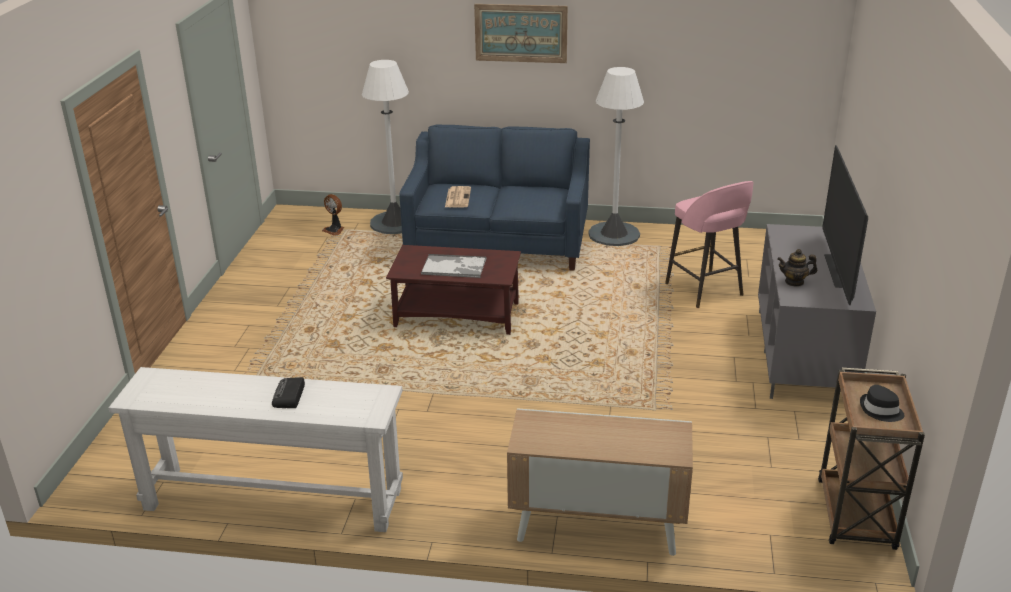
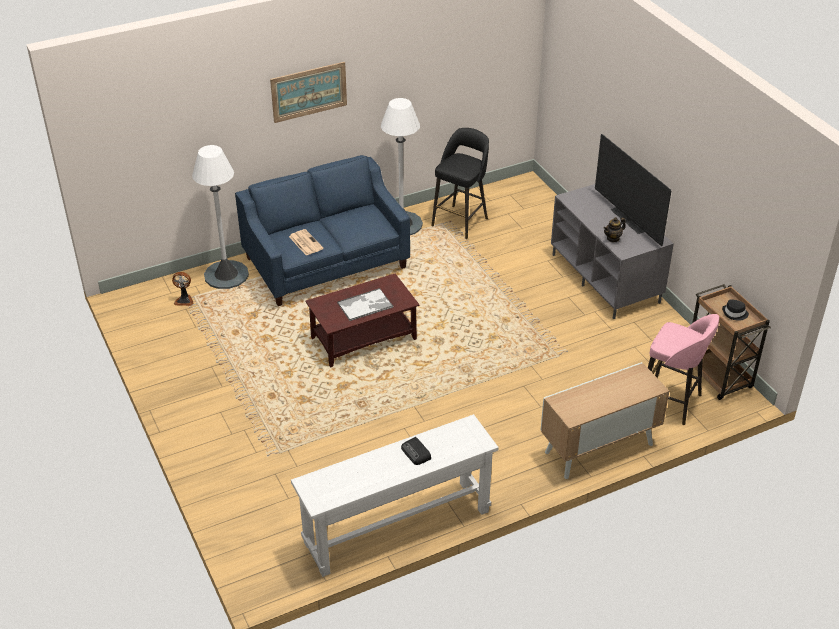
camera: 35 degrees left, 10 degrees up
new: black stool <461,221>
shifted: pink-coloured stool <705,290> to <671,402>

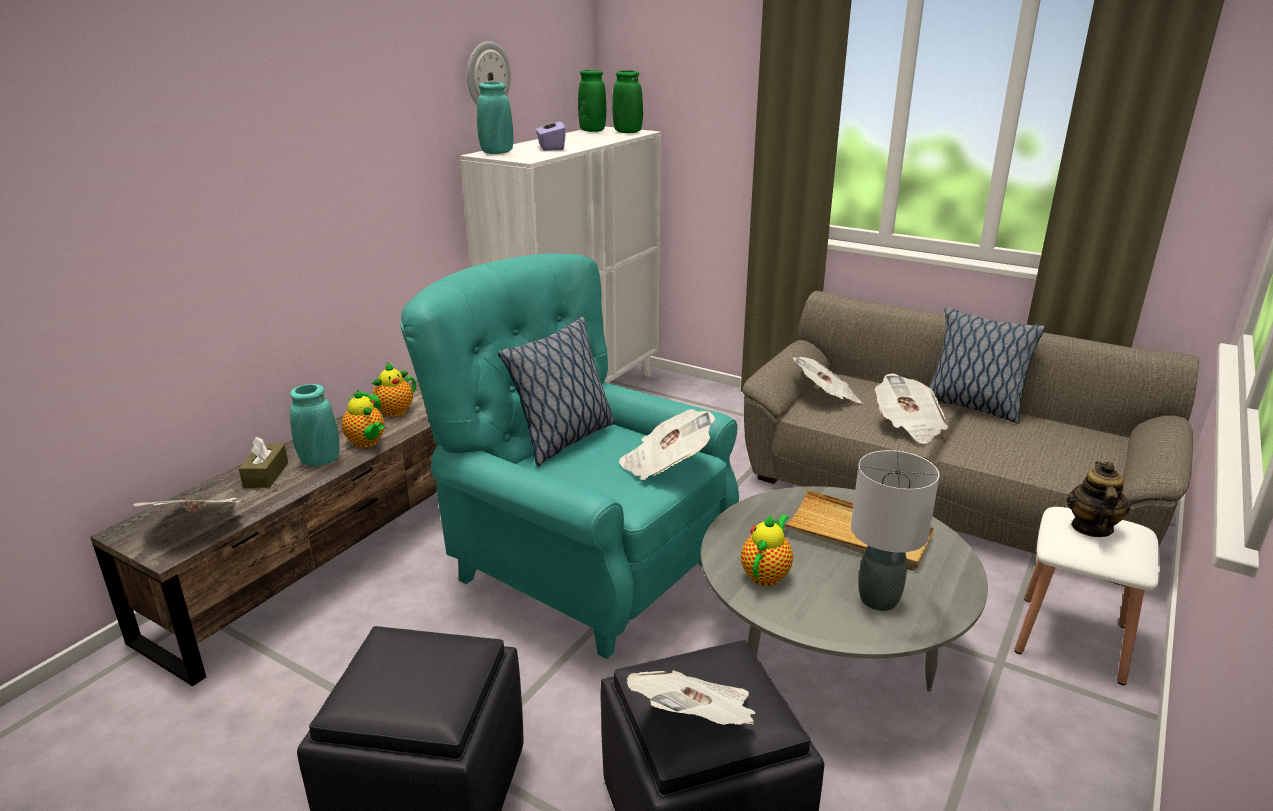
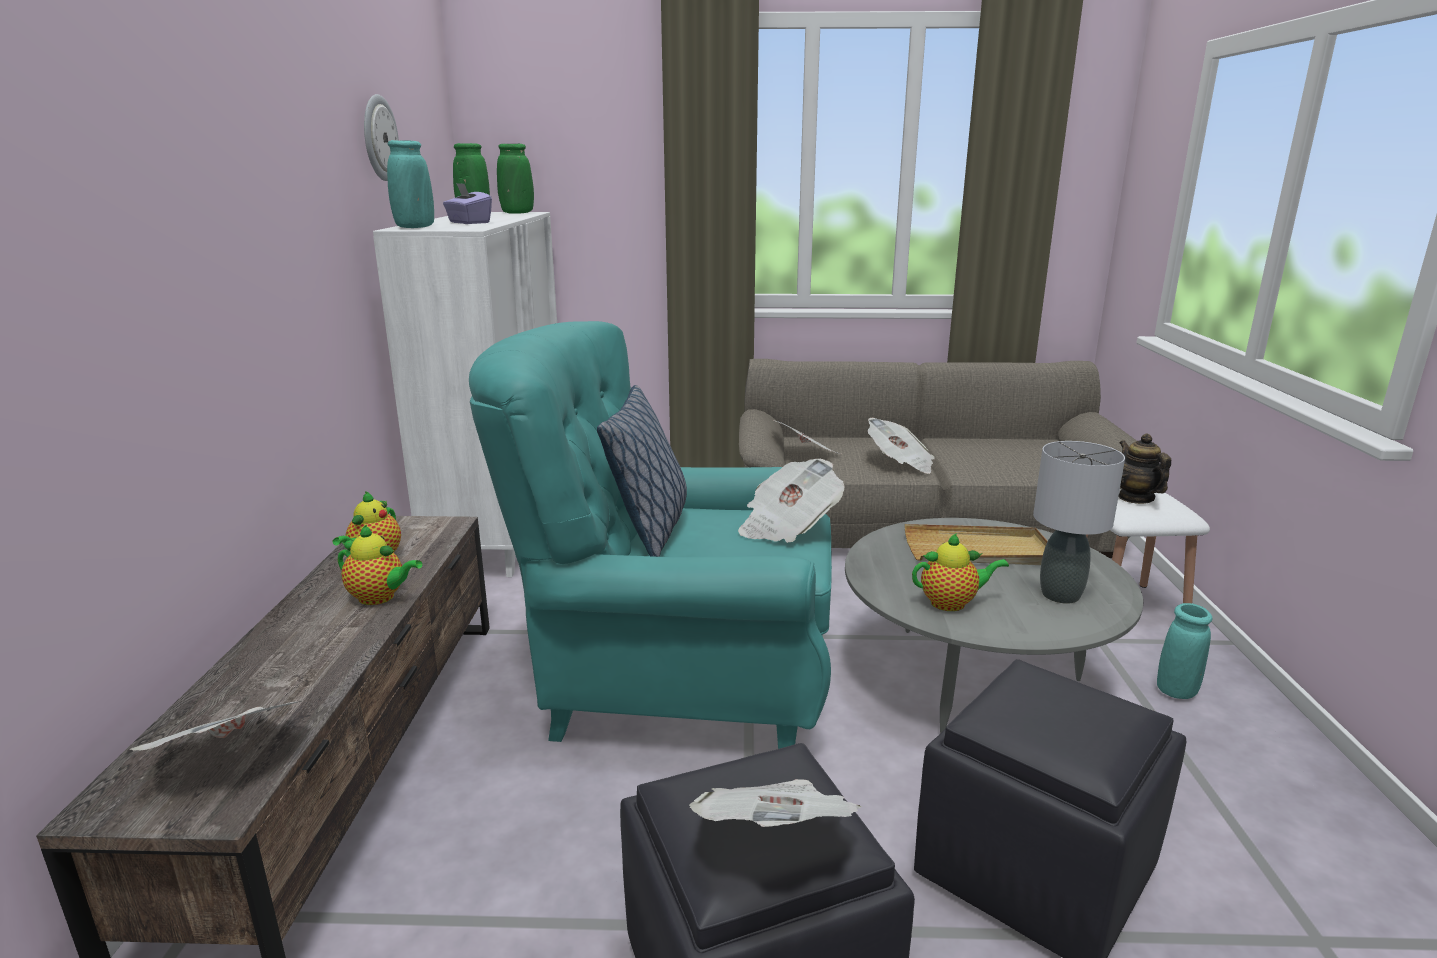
camera: 30 degrees left, 5 degrees down
gone: brown-coloured tissue holder <266,475>; throw pillow <972,406>
shifted: turquoise-coloured decorative vase <320,461> to <1176,691>; daily paper <696,722> to <775,837>
rotated: teapot <766,574> = <952,603> 90 degrees clockwise

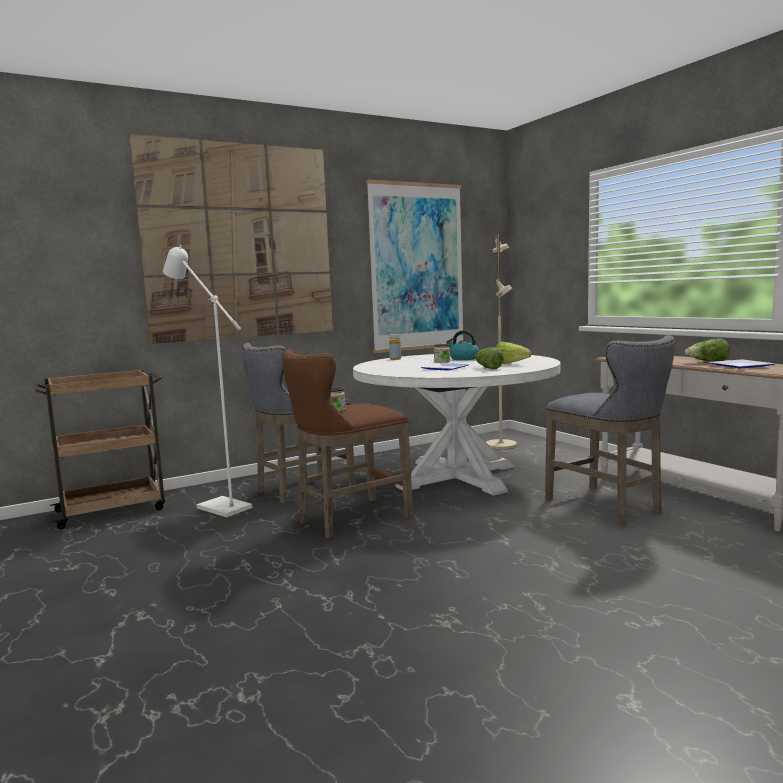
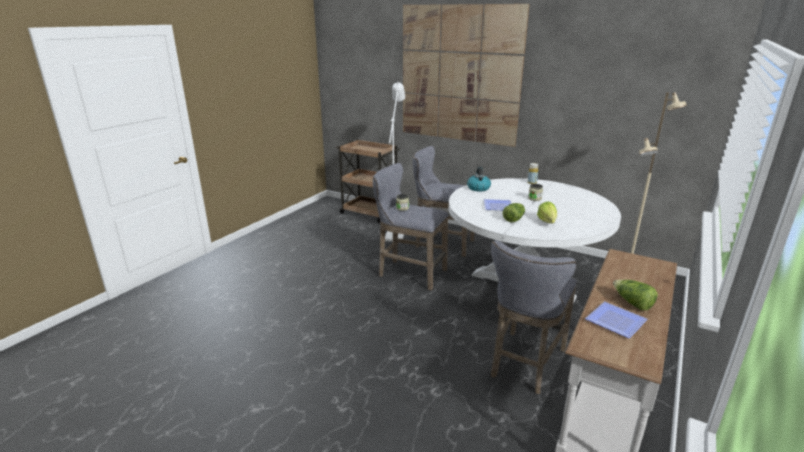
camera: 60 degrees right, 15 degrees up
gone: picture <417,267>
shifted: kettle <463,359> to <478,188>
repainted: brown-coloured stool <348,520> to greyish stool <408,273>

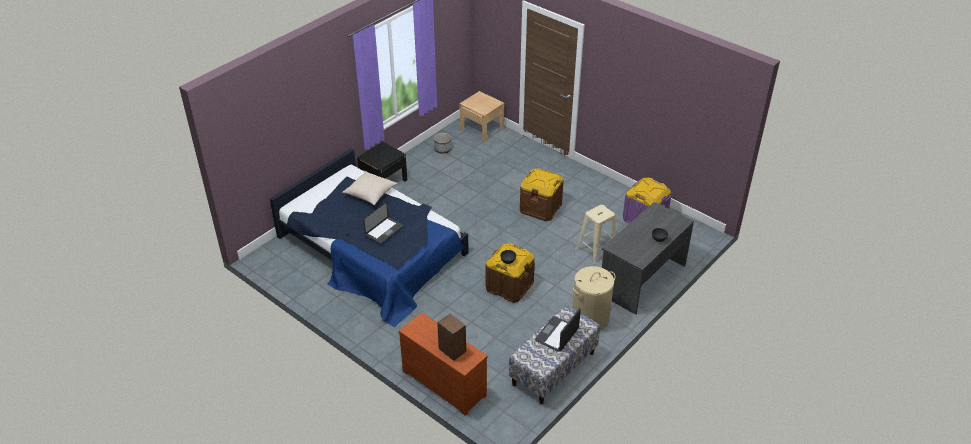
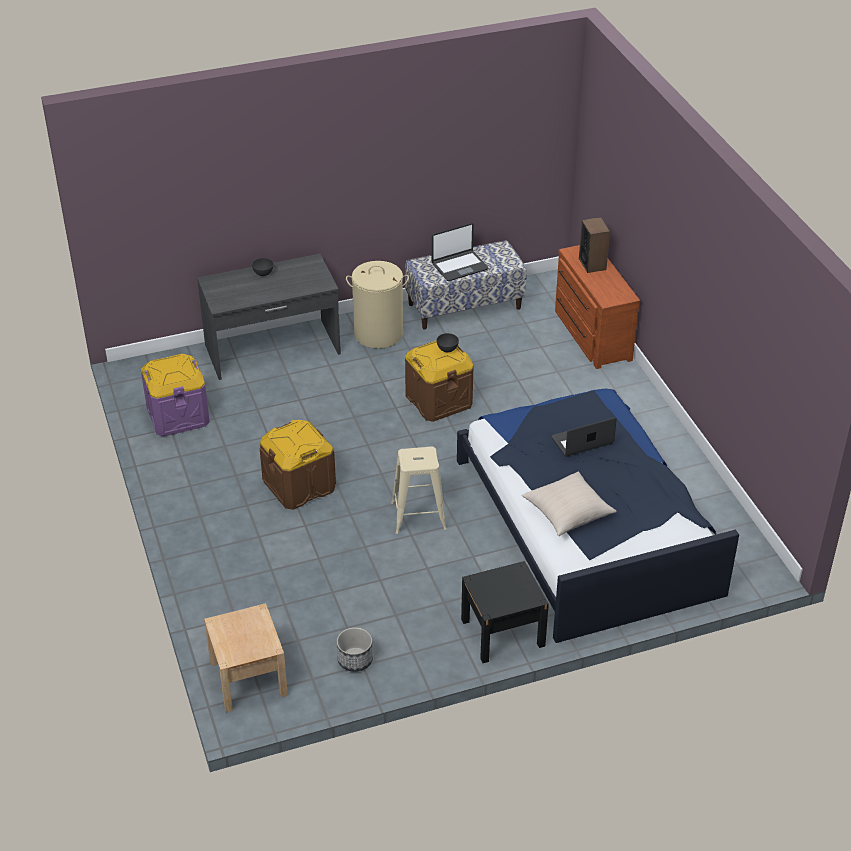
camera: 150 degrees left, 0 degrees up
shifted: beige-coloured stool <596,250> to <419,516>

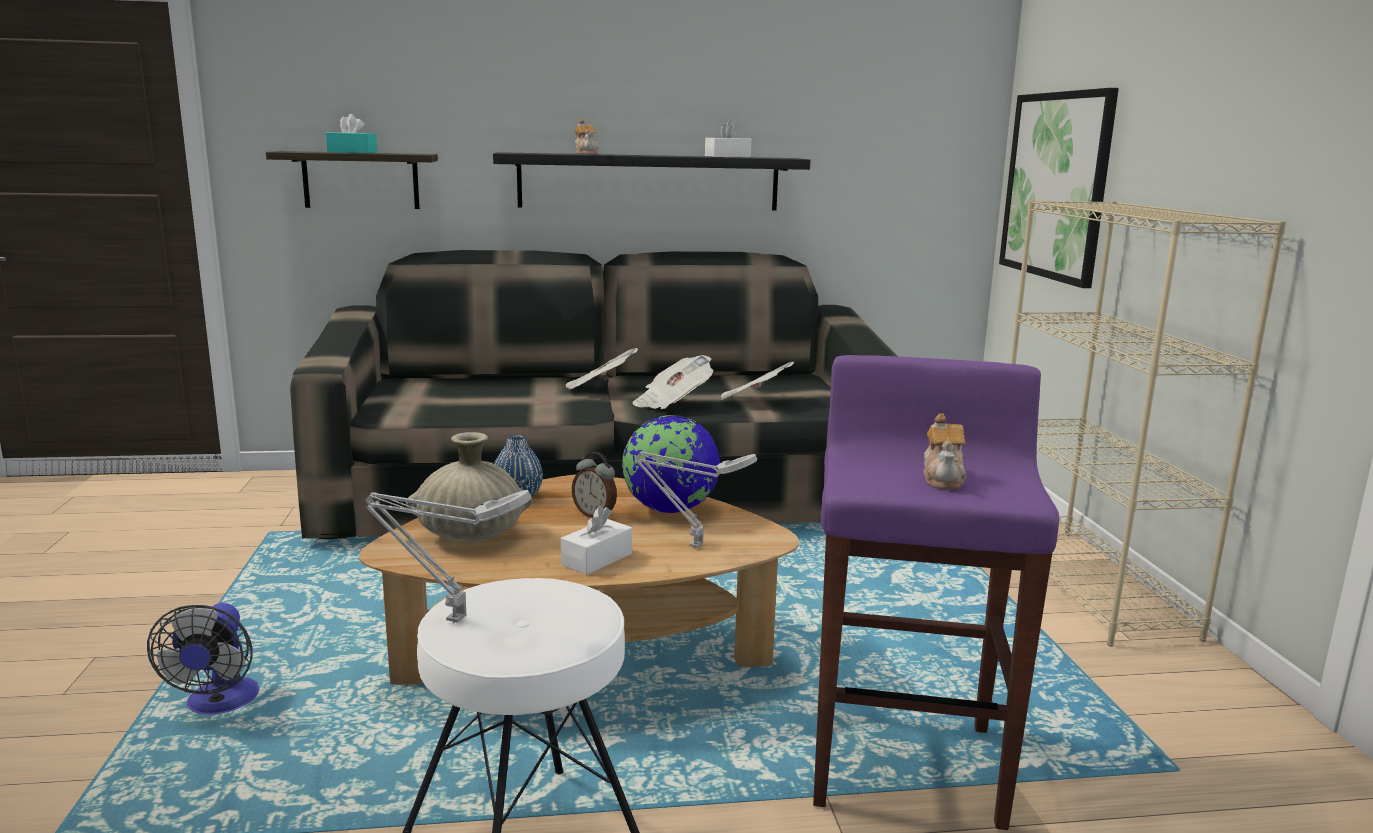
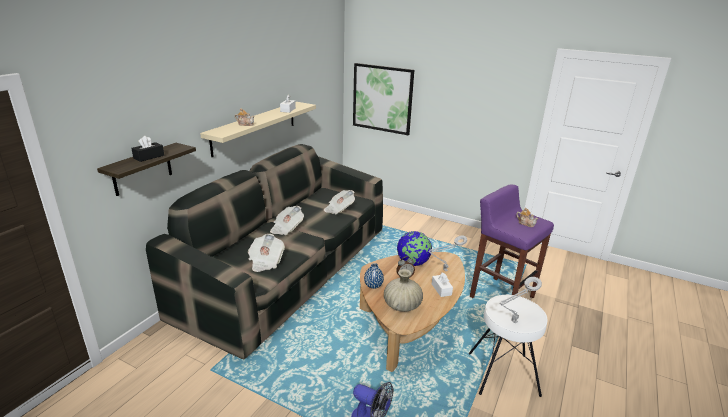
camera: 55 degrees left, 10 degrees up
gone: beige-coloured bookcase <1087,584>
shifted: daily paper <672,403> to <265,262>
repainted: turquoise-coloured tissue holder <352,152> to black tissue holder <149,157>; black shelf <649,182> to beige-coloured shelf <255,127>

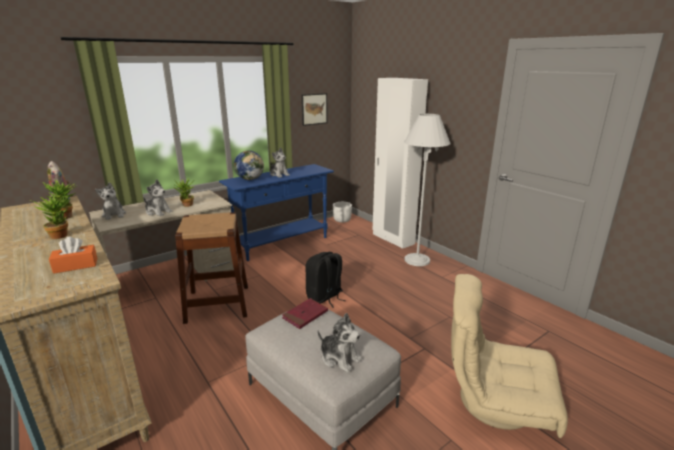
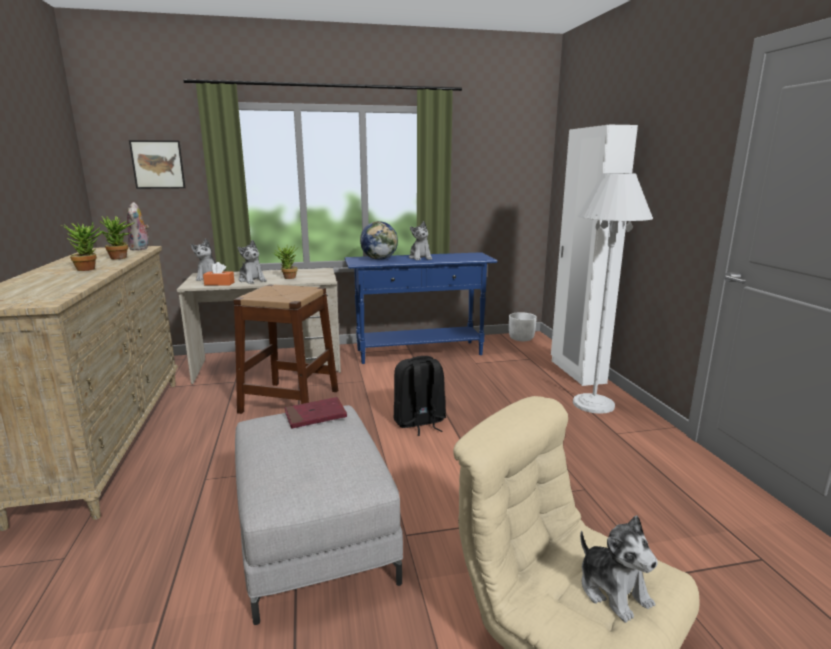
camera: 25 degrees right, 5 degrees down
shifted: orangey tissue holder <76,265> to <219,283>; picture <314,109> to <158,164>; plush toy <339,358> to <613,591>

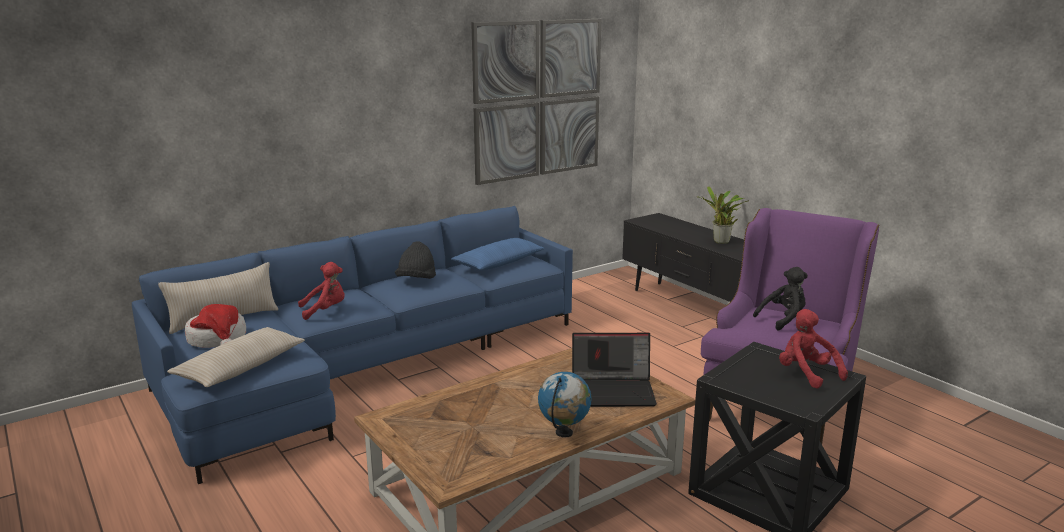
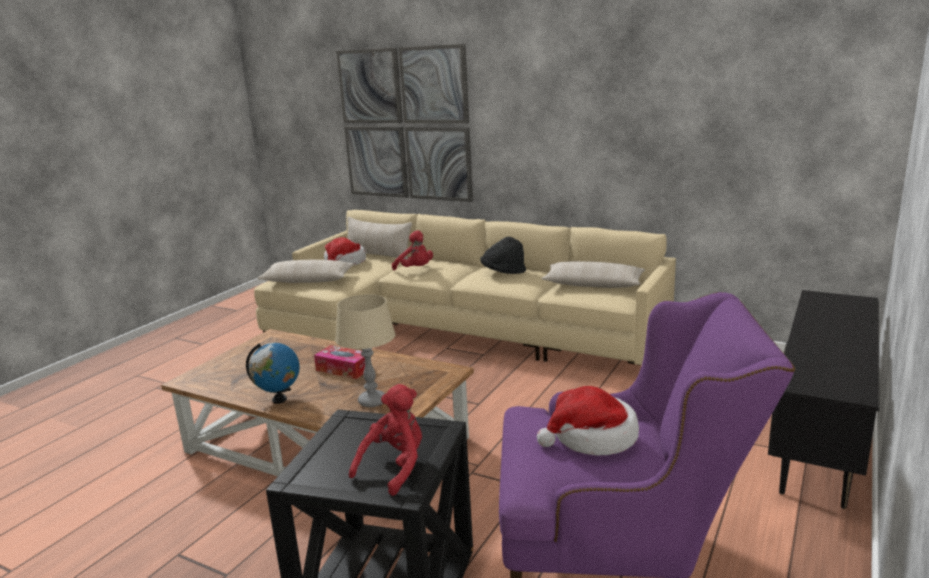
camera: 65 degrees right, 0 degrees up
gone: houseplant <720,242>
new: tissue holder <343,369>
shifted: picture <538,99> to <404,124>
swapped: portable computer <614,391> to beige-coloured table lamp <372,401>; black plush toy <783,319> to wearable hat <592,438>
repainted: blue couch <362,367> to beige-coloured couch <453,330>; blue throw pillow <499,263> to beige-coloured throw pillow <593,284>

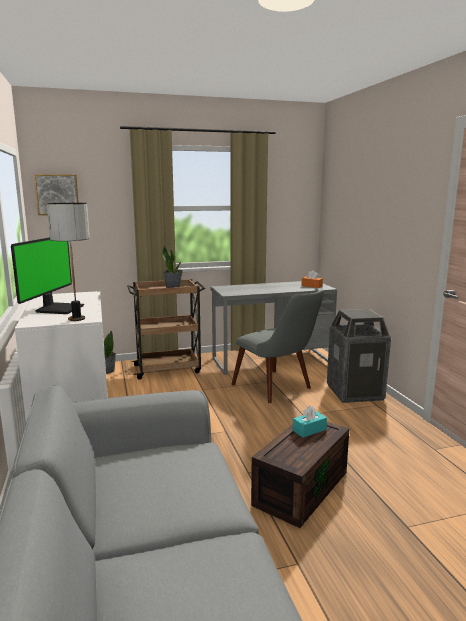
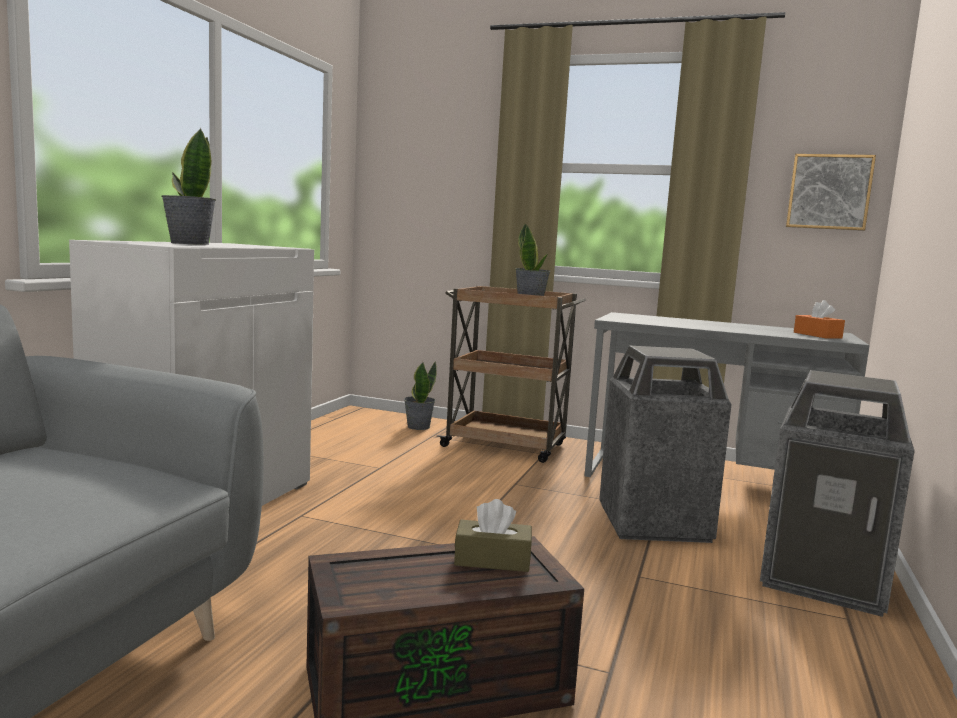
camera: 35 degrees right, 5 degrees down
gone: table lamp <77,319>
shifted: picture <57,194> to <828,192>
swapped: computer display <58,309> to houseplant <189,243>; greyish upright chair <278,389> to waste bin <652,523>
repainted: turquoise-coloured tissue holder <309,430> to brown-coloured tissue holder <492,560>

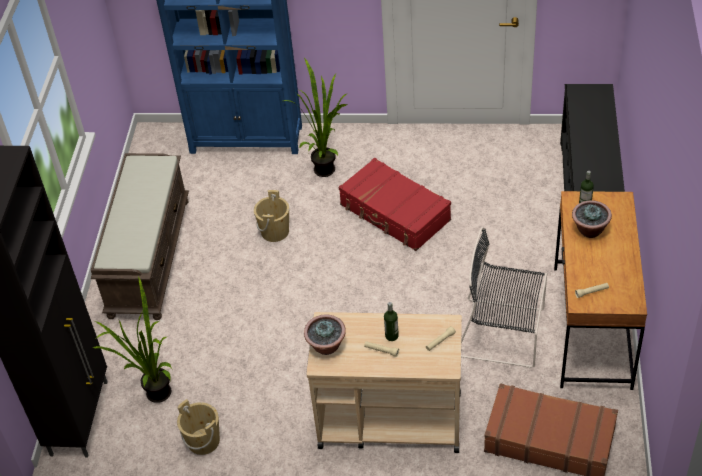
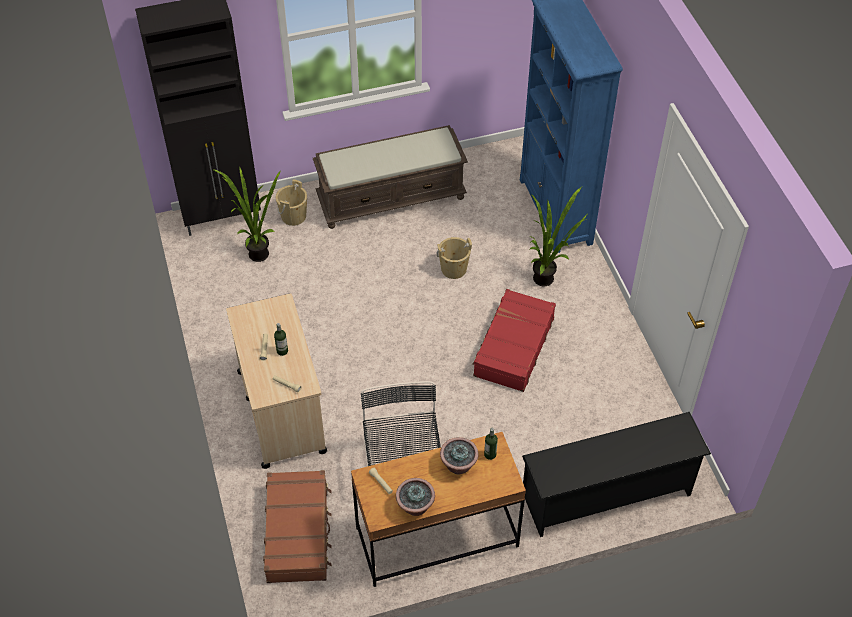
camera: 65 degrees right, 5 degrees up
shifted: beige-coloured bucket <203,441> to <293,216>; houseplant <326,346> to <415,506>

